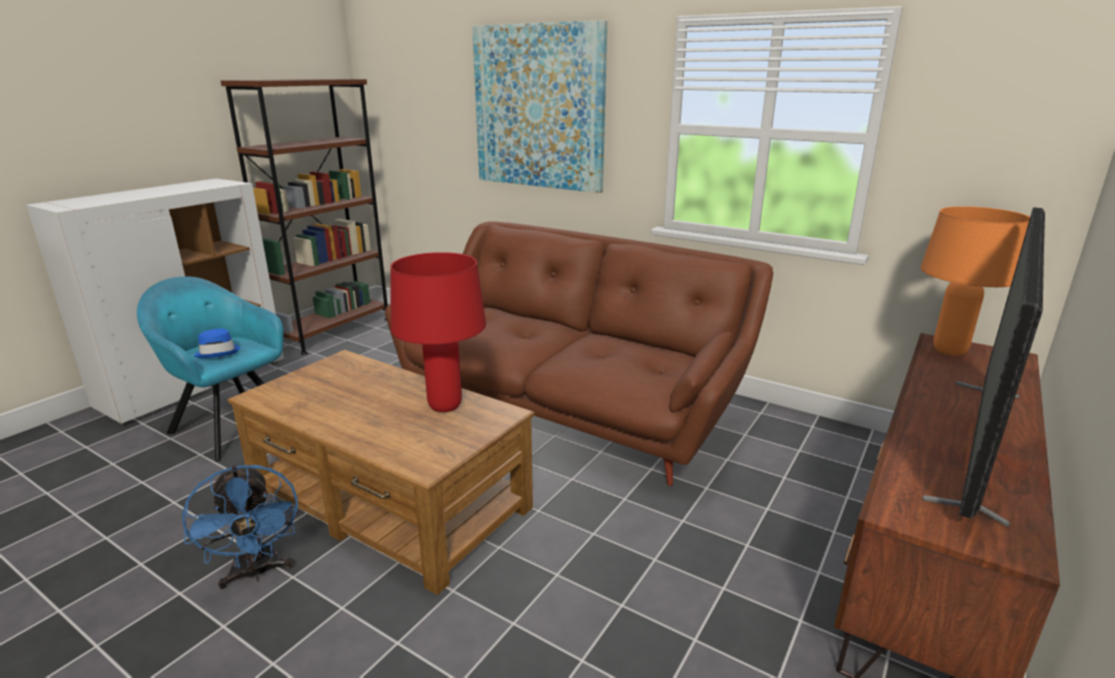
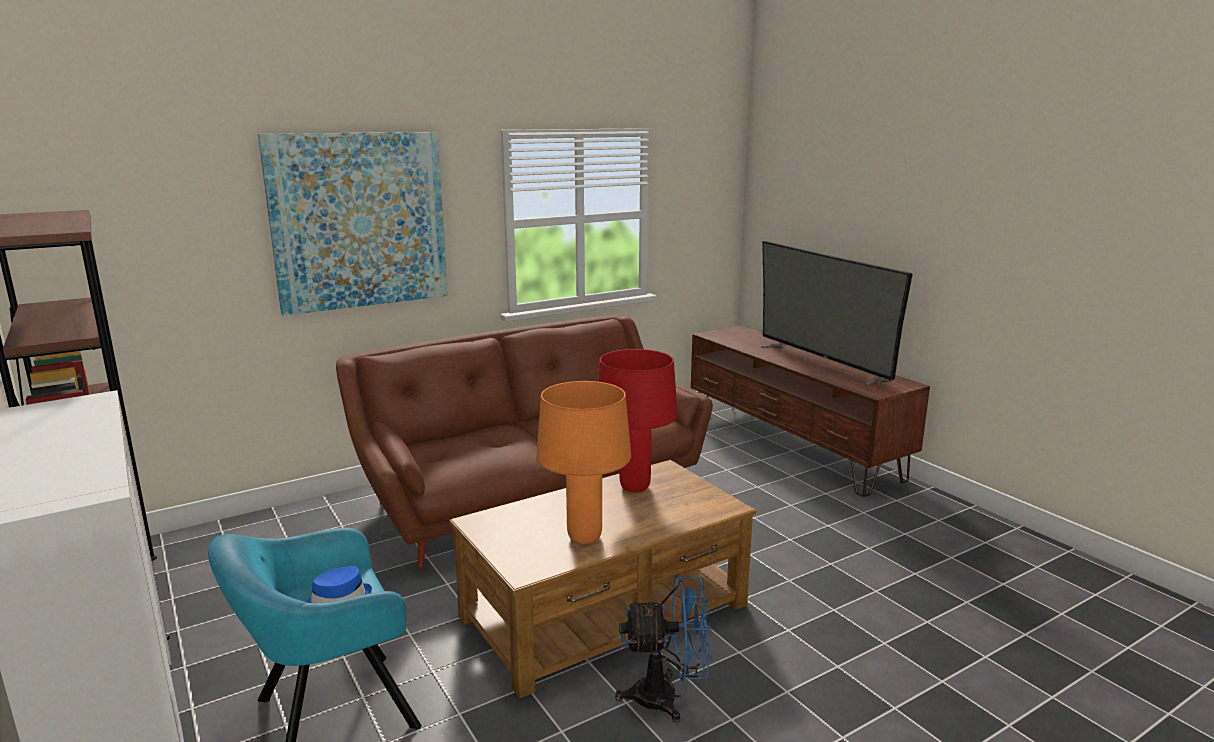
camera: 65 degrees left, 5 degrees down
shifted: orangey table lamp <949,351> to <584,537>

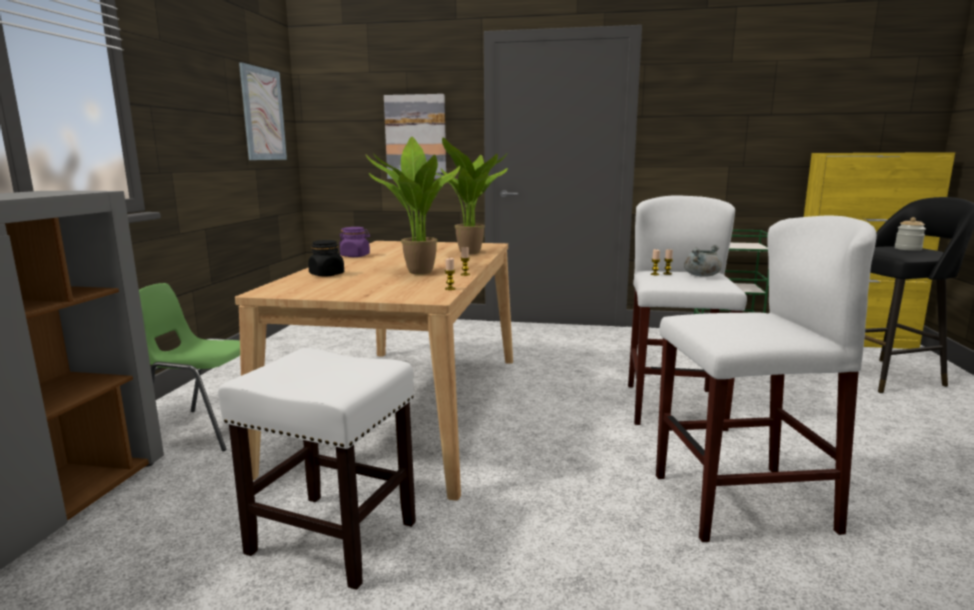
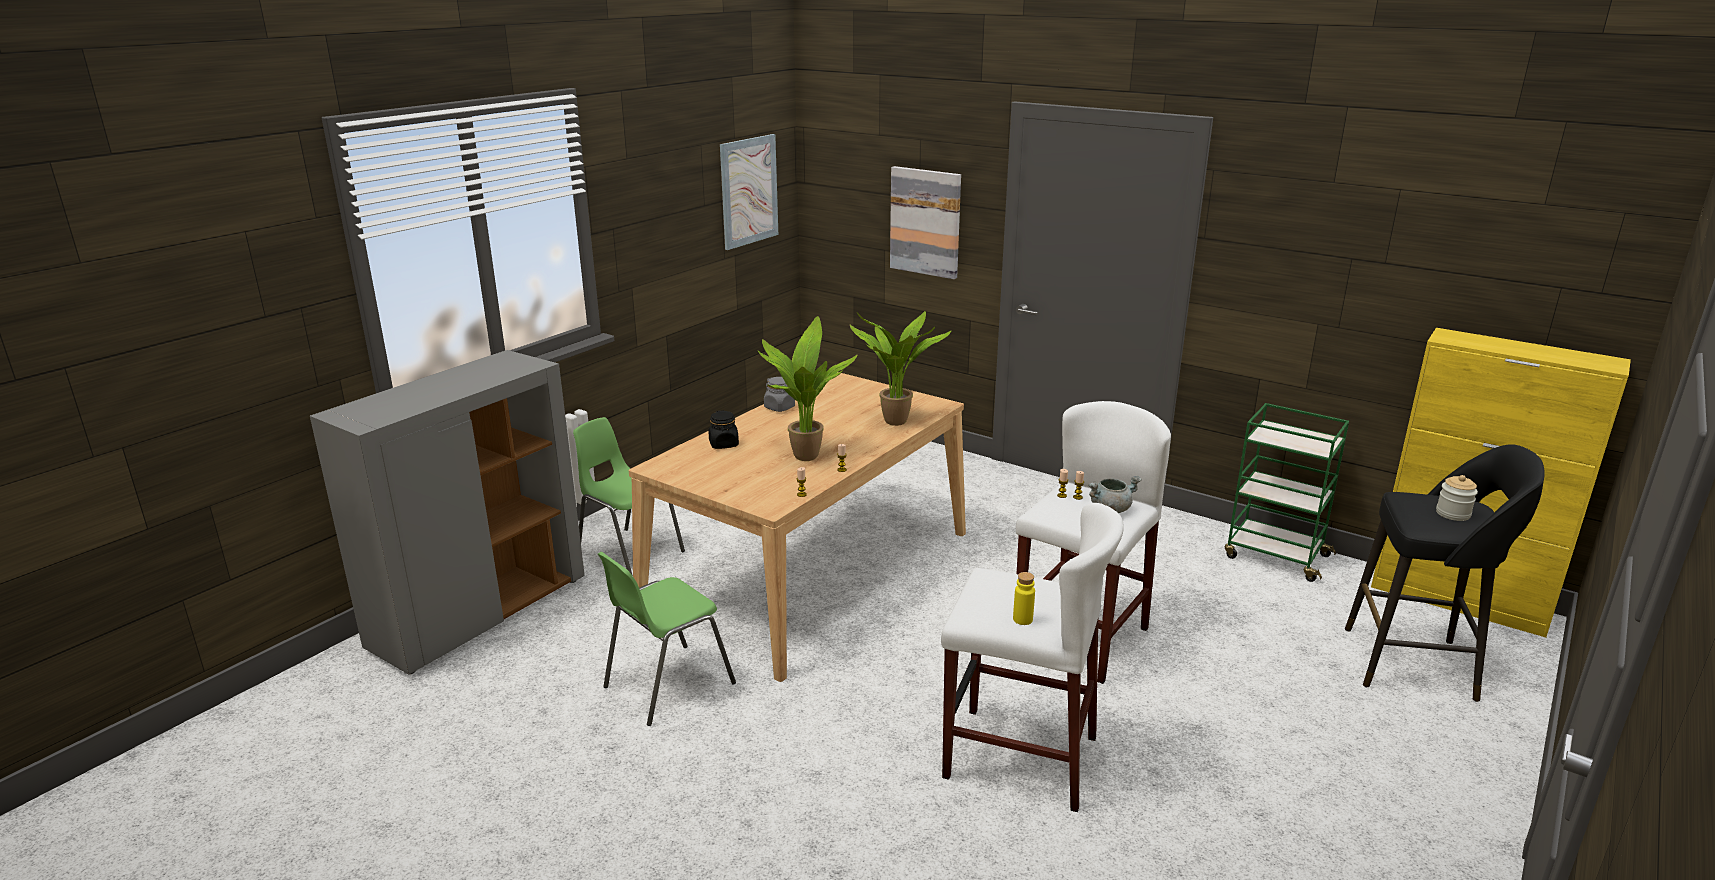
camera: 25 degrees right, 10 degrees up
new: yellowish bottle <1022,619>
swapped: white-coloured stool <330,537> to green-coloured upright chair <667,685>
repainted: purplish jar <355,256> to greyish jar <779,407>

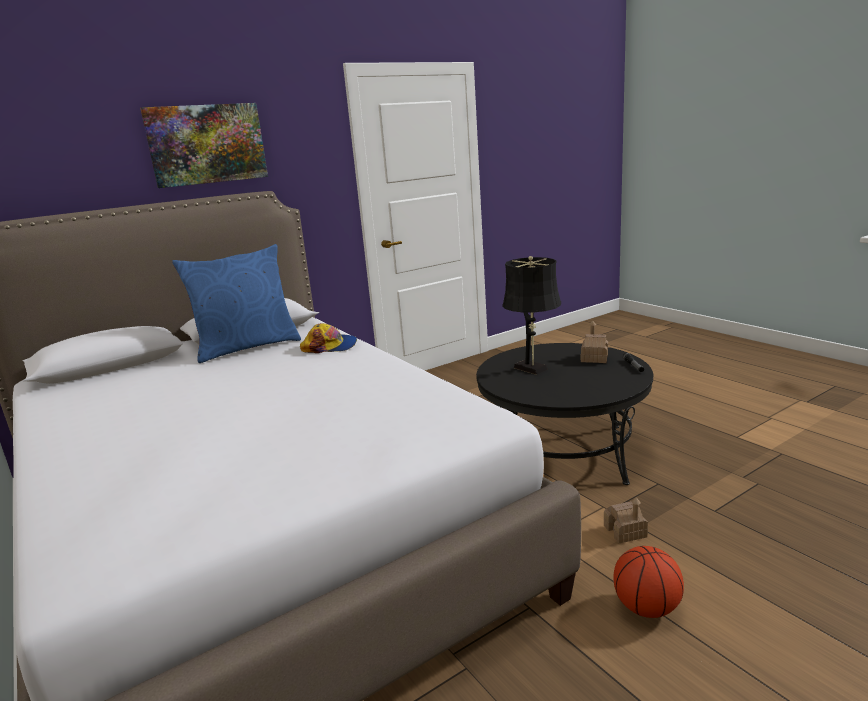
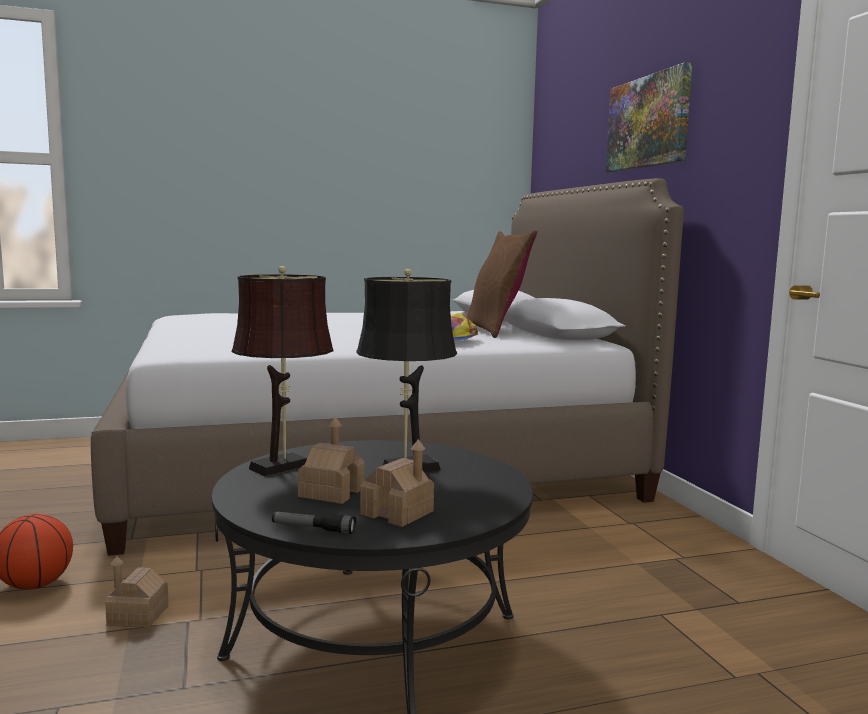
camera: 105 degrees right, 10 degrees down
new: brown-coloured table lamp <284,466>; miniature house <331,492>
repainted: blue throw pillow <247,347> to brown-coloured throw pillow <495,330>

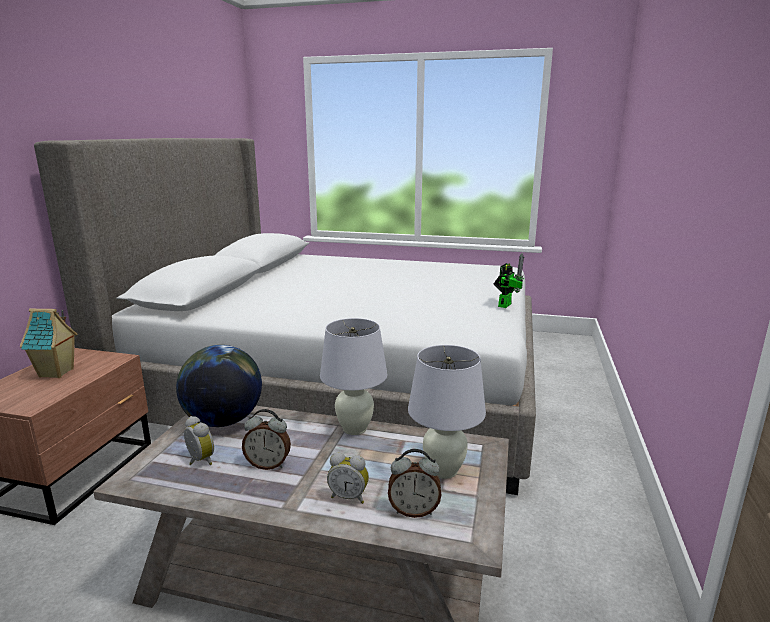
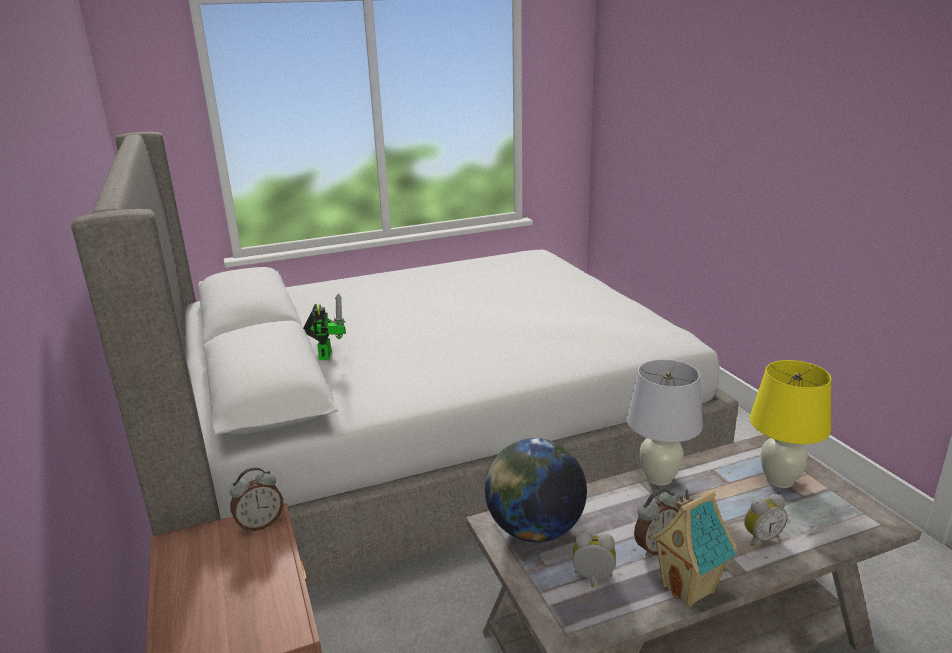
camera: 35 degrees left, 5 degrees up
shifted: miniature house <57,373> to <689,588>; table clock <414,510> to <260,524>; toy robot <505,304> to <325,353>
repainted: white-coloured table lamp <443,470> to yellowish table lamp <779,480>

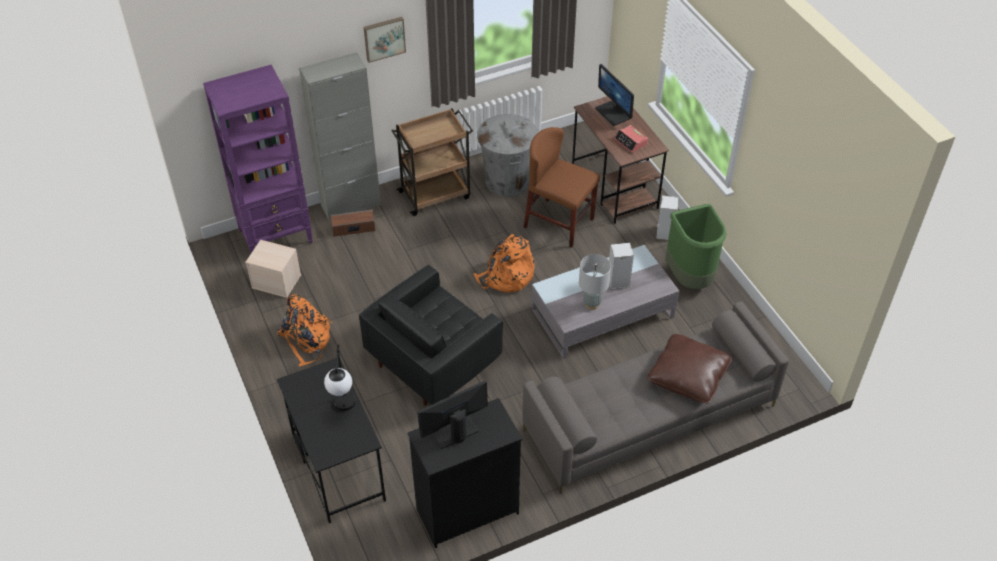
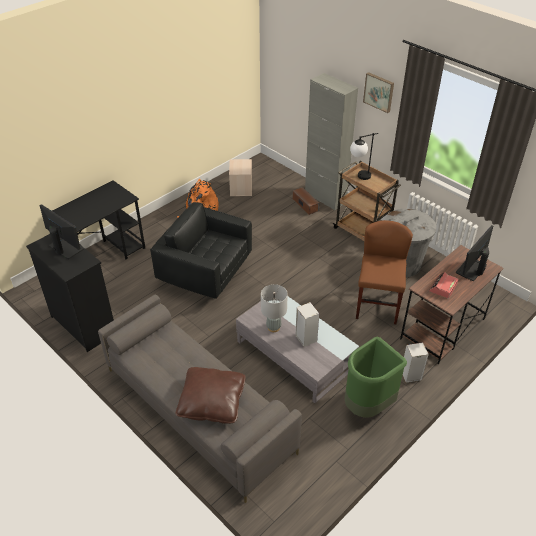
camera: 70 degrees right, 5 degrees down
gone: purplish bookcase <276,236>; orangey rucksack <506,277>
shifted: table lamp <344,409> to <359,177>

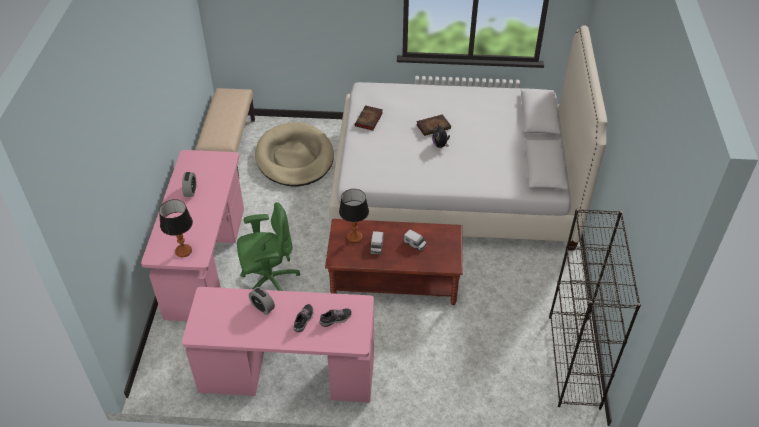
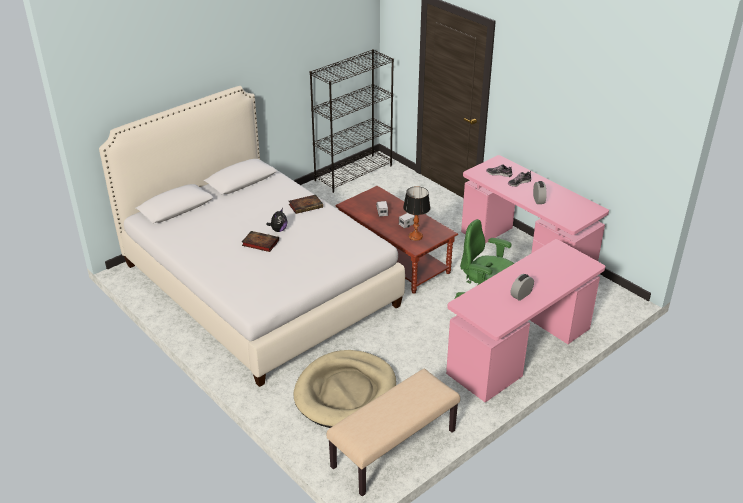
camera: 135 degrees left, 10 degrees down
gone: table lamp <184,251>
shifted: book <369,120> to <306,206>

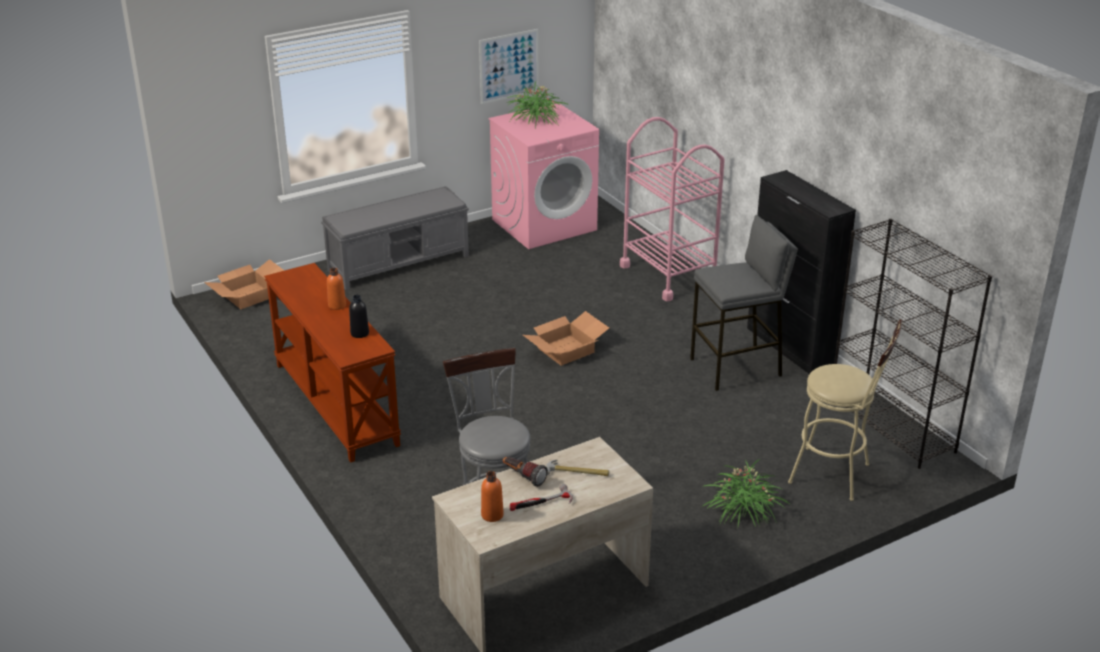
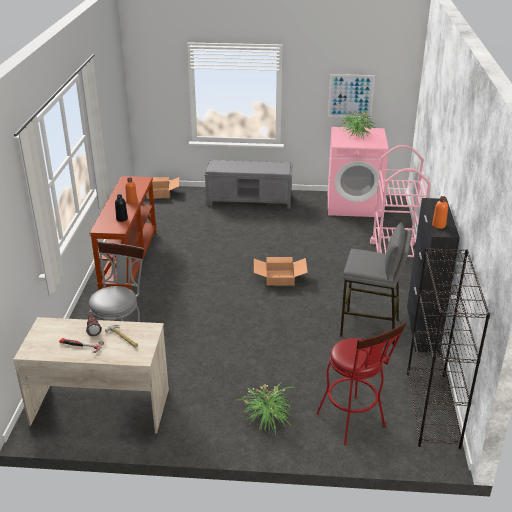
camera: 35 degrees right, 0 degrees up
shifted: orangey bottle <492,515> to <438,225>
repainted: beige-coloured stool <836,475> to red stool <354,423>

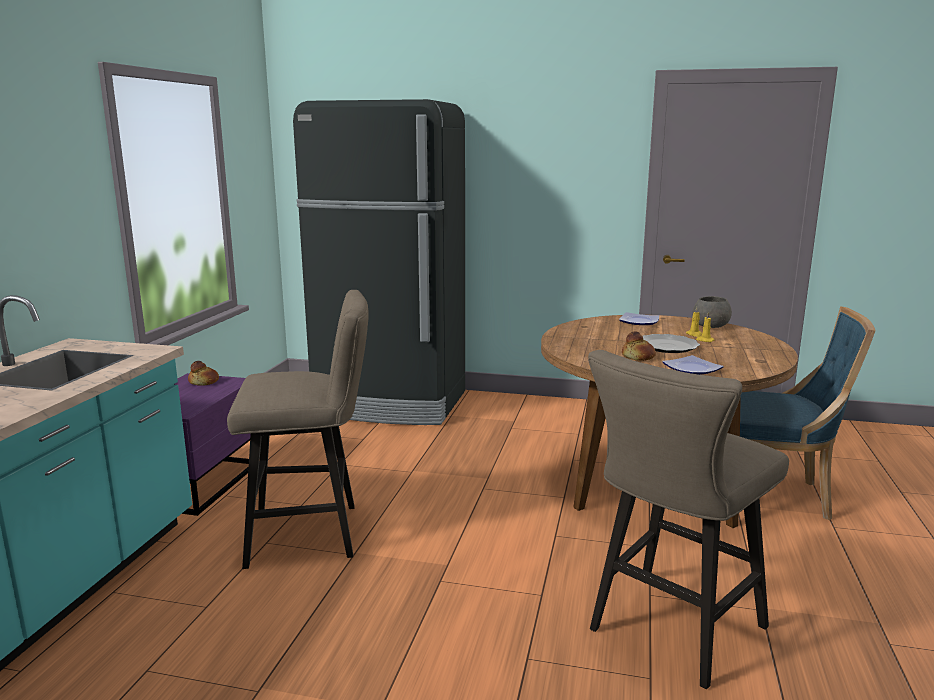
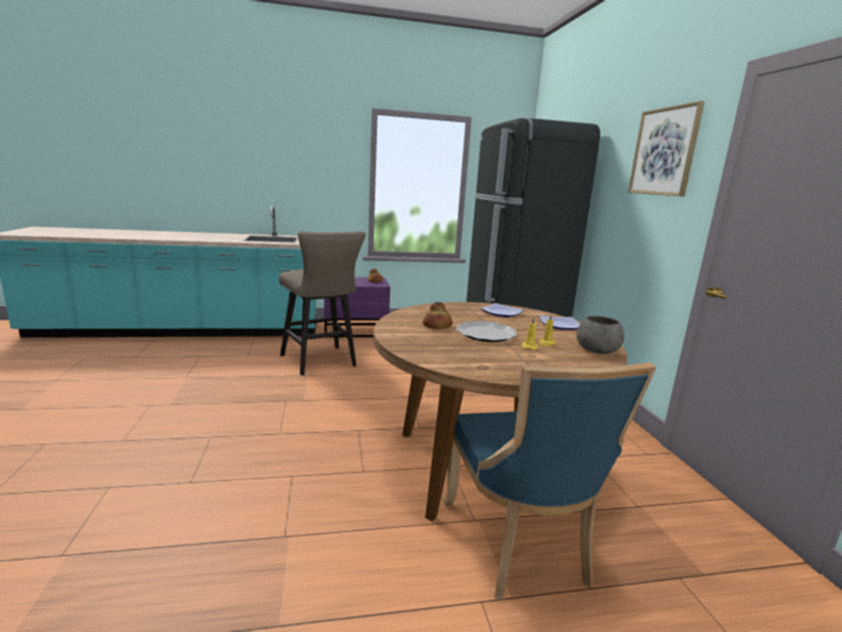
camera: 65 degrees right, 0 degrees up
gone: beige-coloured stool <669,632>
new: picture <664,152>
shifted: flat dish <690,369> to <501,312>

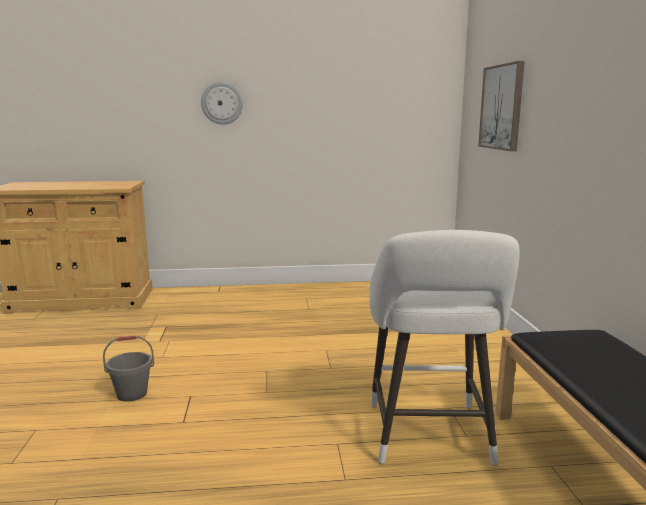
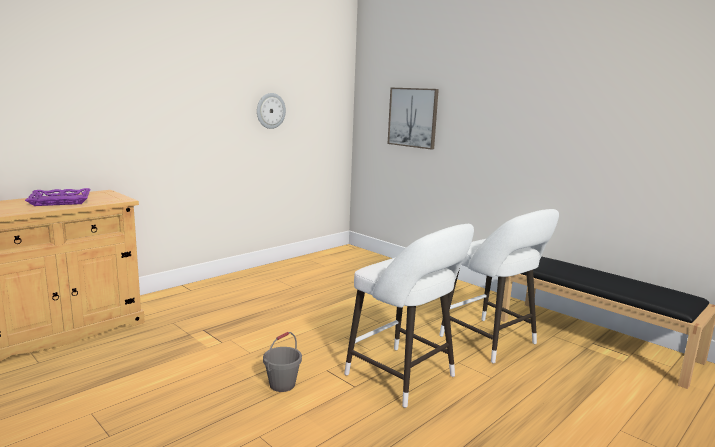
camera: 40 degrees left, 0 degrees up
new: purplish carrying tray <60,201>; white-coloured stool <405,378>
shifted: wall clock <222,103> to <270,110>

